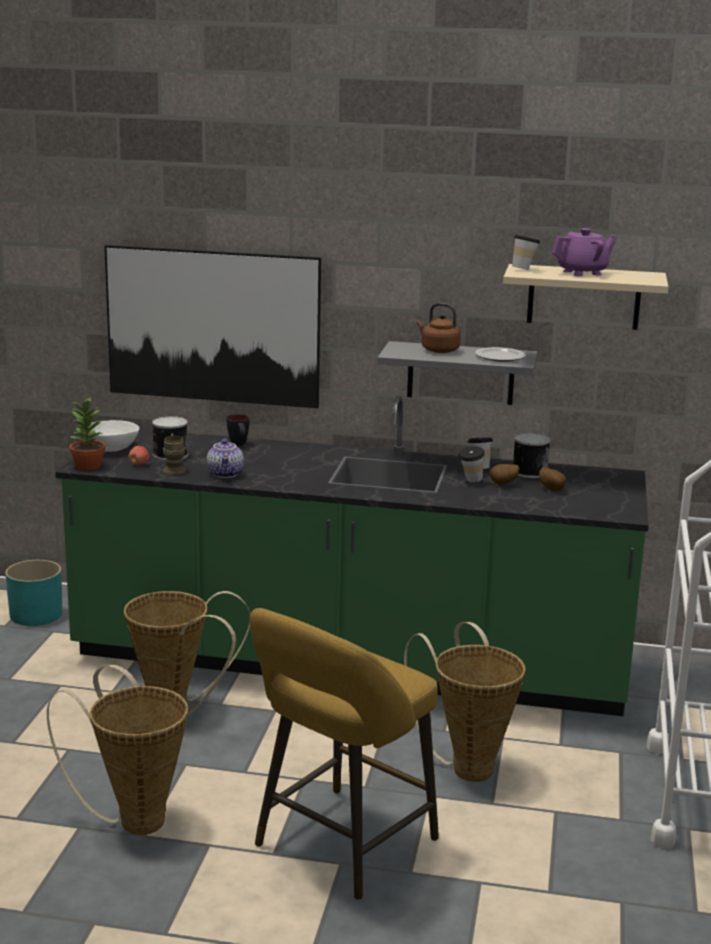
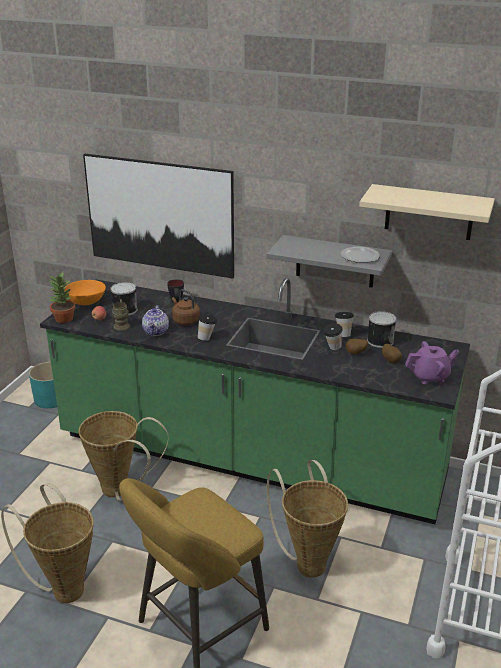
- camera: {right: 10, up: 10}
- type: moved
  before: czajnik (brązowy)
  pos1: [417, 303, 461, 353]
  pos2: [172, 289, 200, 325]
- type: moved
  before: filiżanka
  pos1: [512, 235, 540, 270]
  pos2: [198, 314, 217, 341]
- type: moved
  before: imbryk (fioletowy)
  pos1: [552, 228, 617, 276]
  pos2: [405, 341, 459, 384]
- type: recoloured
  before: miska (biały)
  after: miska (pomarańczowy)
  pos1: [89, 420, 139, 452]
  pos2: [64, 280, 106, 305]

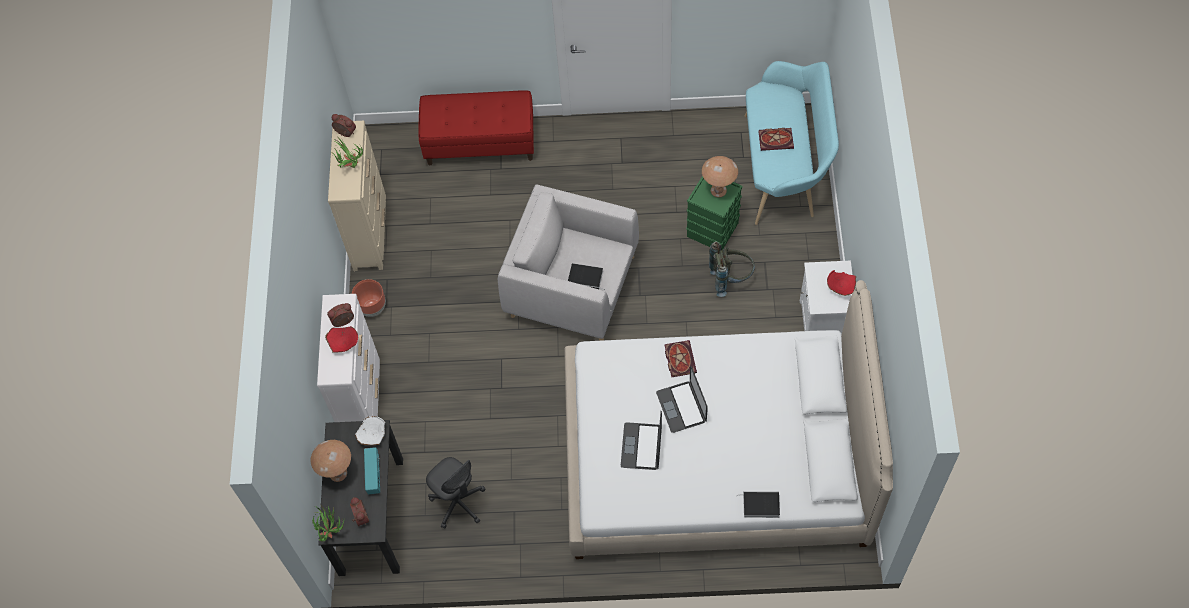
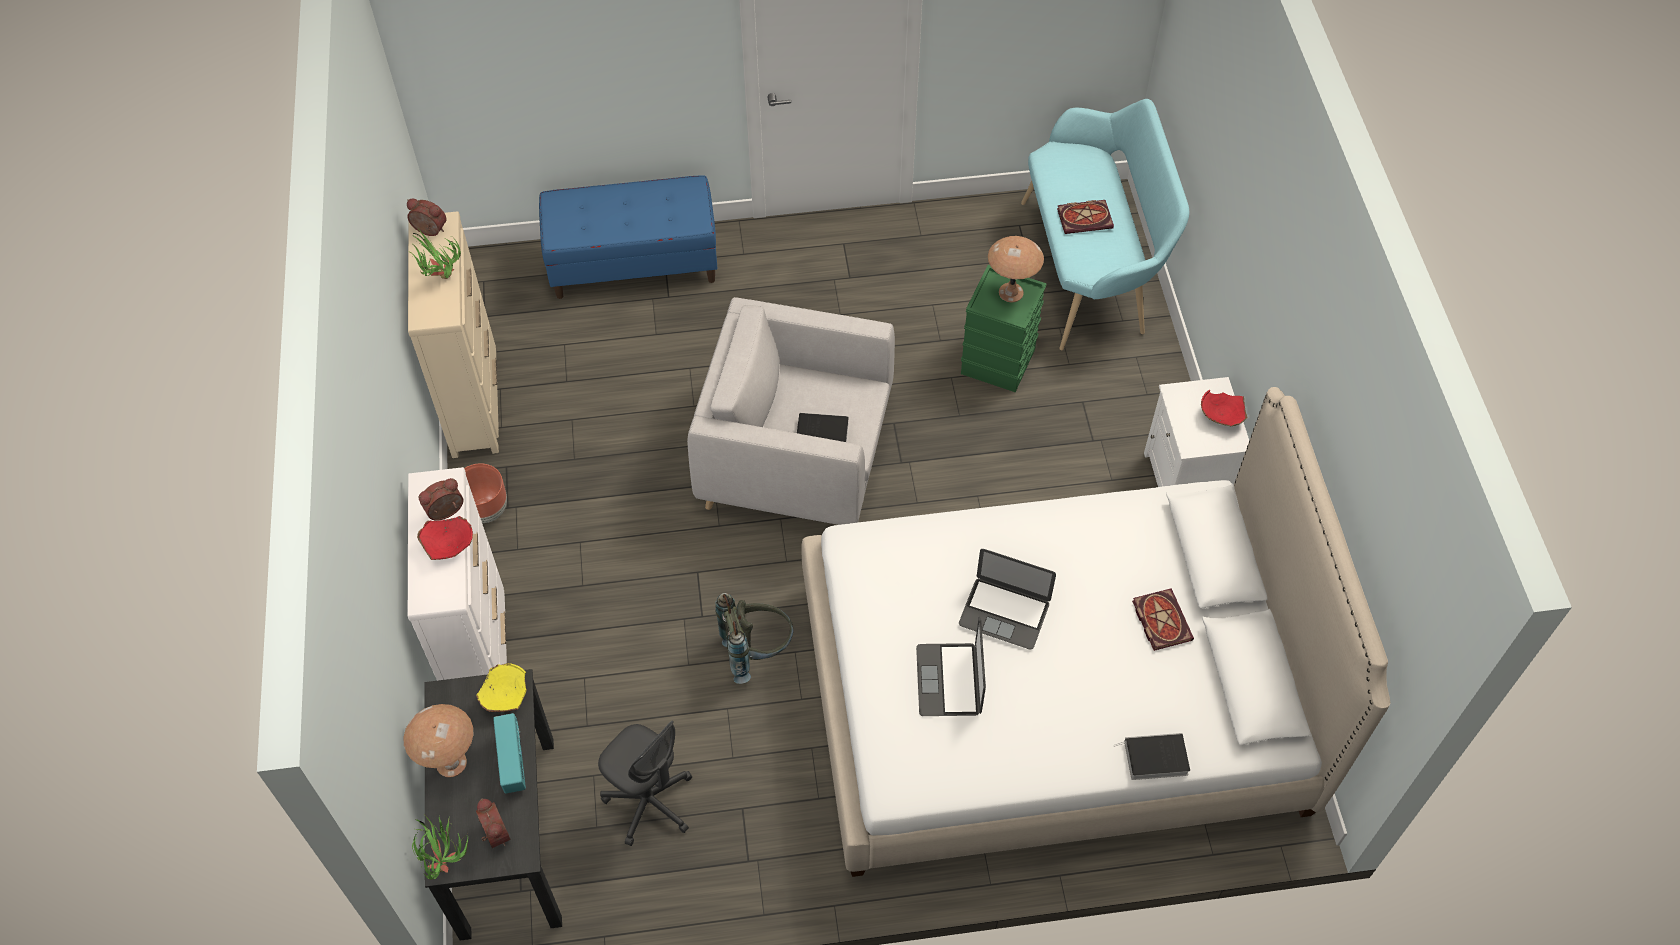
- camera: {right: -10, up: -5}
- type: moved
  before: książka
  pos1: [665, 340, 697, 378]
  pos2: [1132, 589, 1194, 651]
- type: moved
  before: plecak (szary)
  pos1: [709, 242, 755, 297]
  pos2: [715, 593, 794, 684]
- type: recoloured
  before: miska (biały)
  after: miska (żółty)
  pos1: [355, 416, 385, 445]
  pos2: [476, 663, 527, 712]
- type: recoloured
  before: ławka (czerwony)
  after: ławka (niebieski)
  pos1: [418, 91, 534, 165]
  pos2: [539, 175, 718, 299]
- type: turned
  before: laptop
  pos1: [656, 366, 708, 433]
  pos2: [959, 549, 1056, 650]
  turn: -45

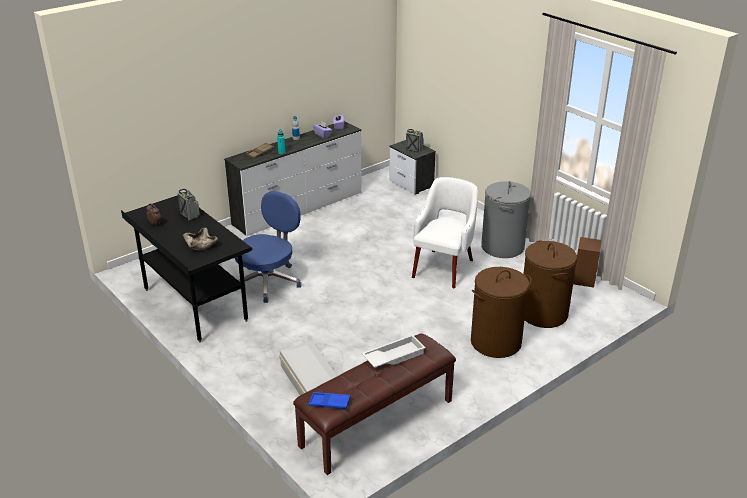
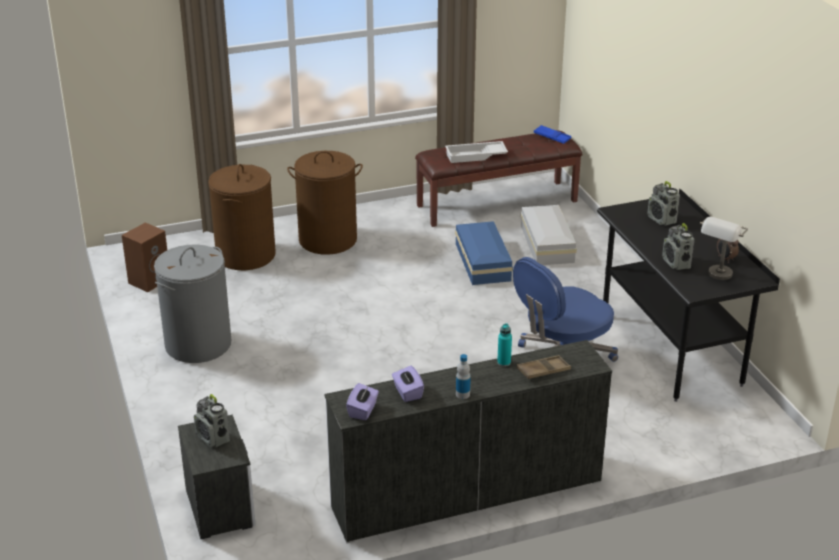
- camera: {right: -160, up: 0}
- type: removed
  before: fotel (biały)
  pos1: [412, 177, 478, 289]
- type: added
  after: pojemnik do przechowywania (niebieski)
  pos2: [455, 221, 513, 285]
- type: added
  after: lampa stołowa (szary)
  pos2: [700, 217, 748, 280]
- type: replaced
  before: miska (beżowy)
  after: radio
  pos1: [183, 228, 218, 250]
  pos2: [647, 181, 680, 226]

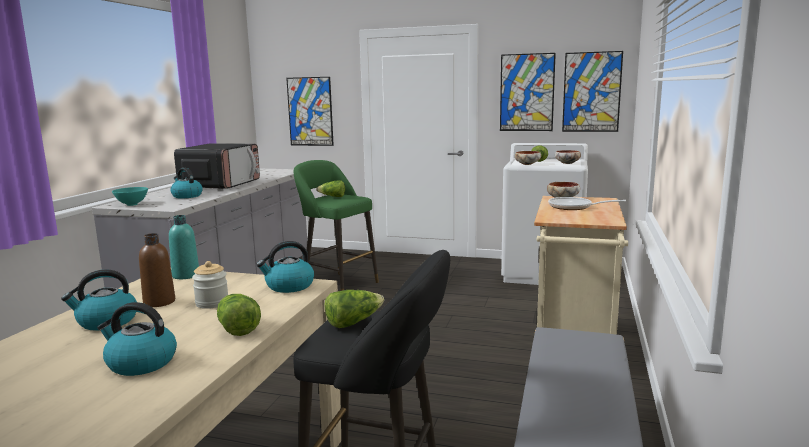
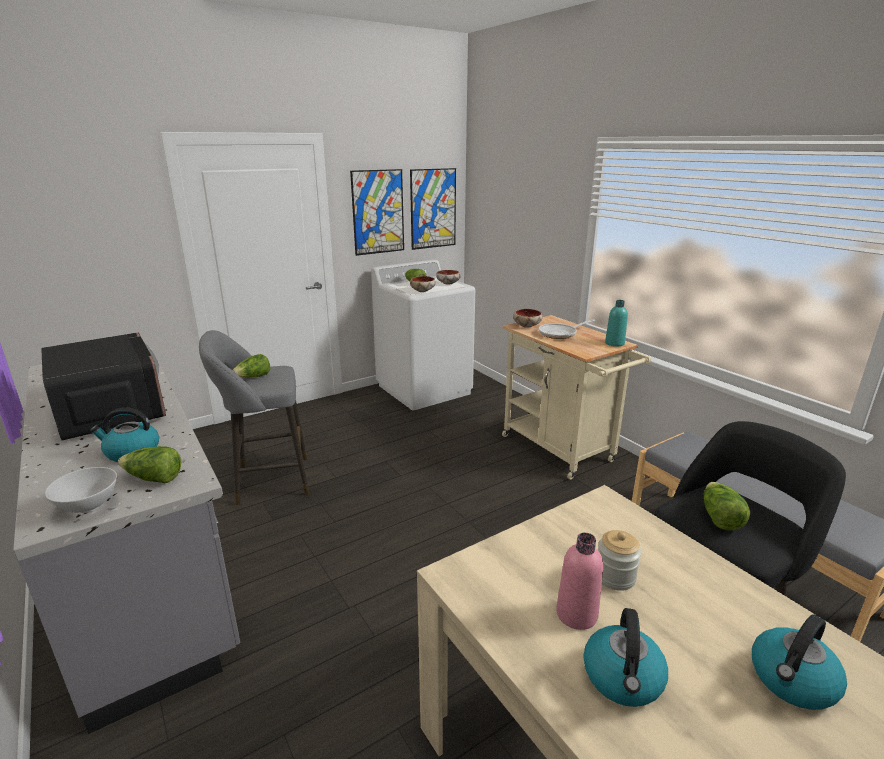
- camera: {right: -50, up: 10}
- type: removed
  before: czajnik
  pos1: [256, 241, 314, 293]
- type: removed
  before: obraz
  pos1: [286, 77, 334, 146]
- type: moved
  before: butelka (turkusowy)
  pos1: [169, 215, 199, 279]
  pos2: [605, 300, 628, 346]
- type: moved
  before: sałata
  pos1: [217, 294, 261, 336]
  pos2: [118, 446, 181, 483]
- type: recoloured
  before: miska (turkusowy)
  after: miska (biały)
  pos1: [112, 187, 148, 206]
  pos2: [45, 467, 117, 513]
- type: recoloured
  before: butelka (brązowy)
  after: butelka (różowy)
  pos1: [139, 233, 175, 307]
  pos2: [556, 533, 603, 630]
- type: recoloured
  before: stołek (zielony)
  after: stołek (szary)
  pos1: [294, 160, 379, 291]
  pos2: [199, 330, 309, 505]

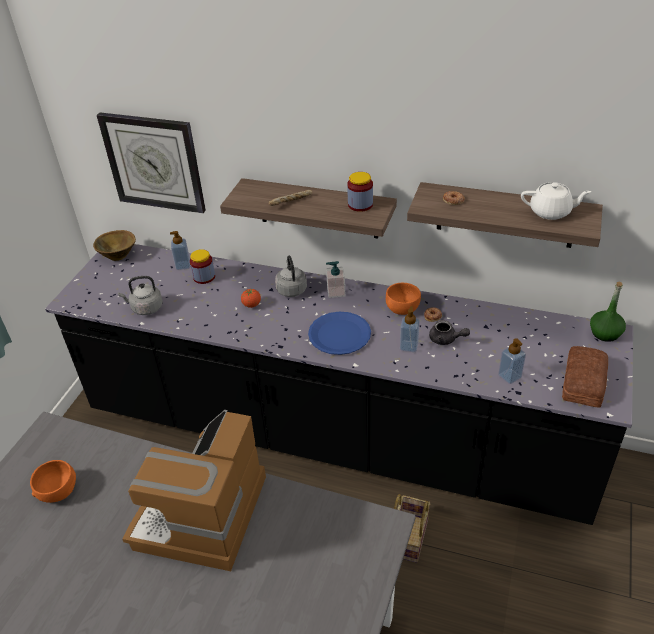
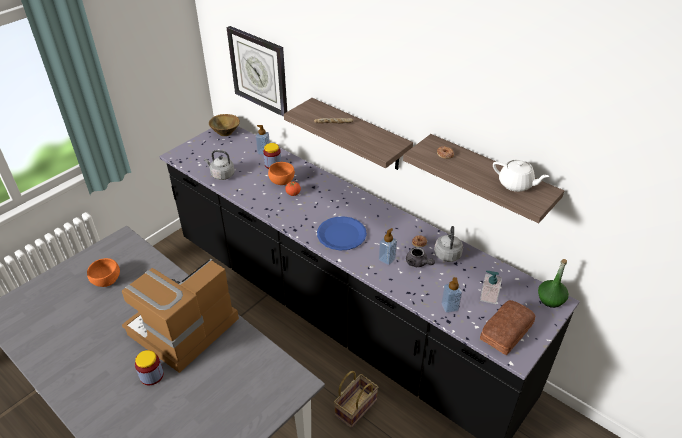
- camera: {right: 20, up: 0}
- type: moved
  before: czajnik (szary)
  pos1: [275, 256, 307, 297]
  pos2: [434, 226, 463, 262]
- type: moved
  before: dozownik mydła
  pos1: [326, 261, 346, 298]
  pos2: [480, 271, 502, 304]
- type: moved
  before: słoik
  pos1: [347, 172, 373, 212]
  pos2: [135, 350, 164, 385]
- type: moved
  before: miska (pomarańczowy)
  pos1: [386, 283, 421, 315]
  pos2: [268, 162, 295, 185]

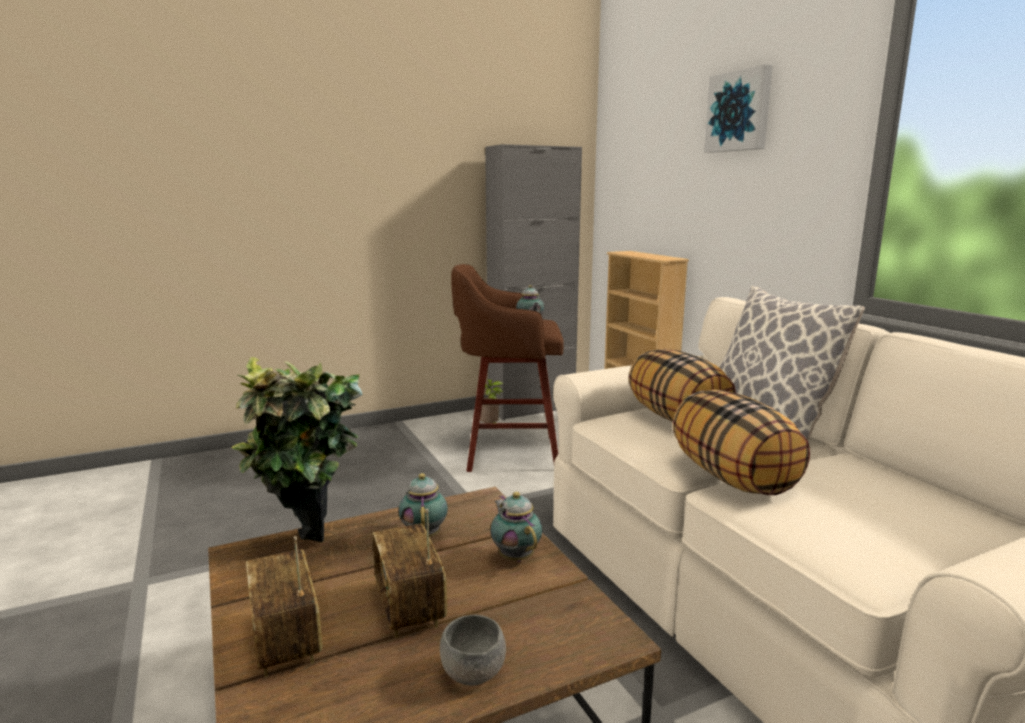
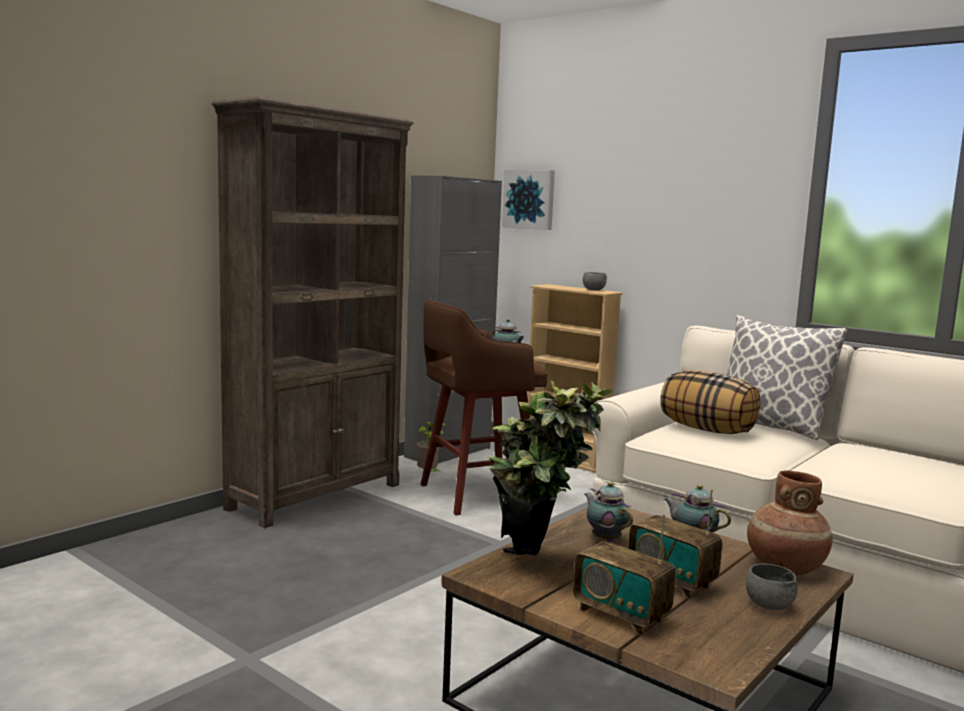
- camera: {right: -25, up: -5}
- type: removed
  before: poduszka
  pos1: [673, 390, 810, 495]
- type: added
  after: regał (brązowy)
  pos2: [212, 96, 414, 528]
- type: added
  after: miska (szary)
  pos2: [583, 272, 607, 290]
- type: added
  after: wazon (brązowy)
  pos2: [747, 470, 832, 575]
- type: moved
  before: obraz
  pos1: [704, 64, 773, 153]
  pos2: [502, 170, 555, 230]

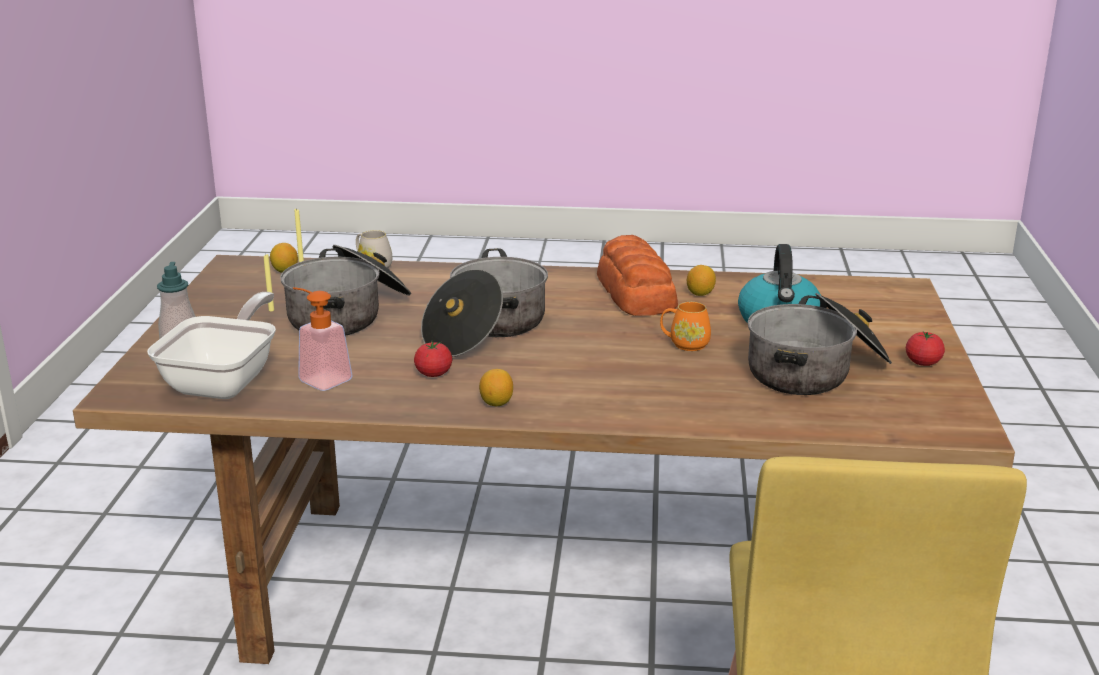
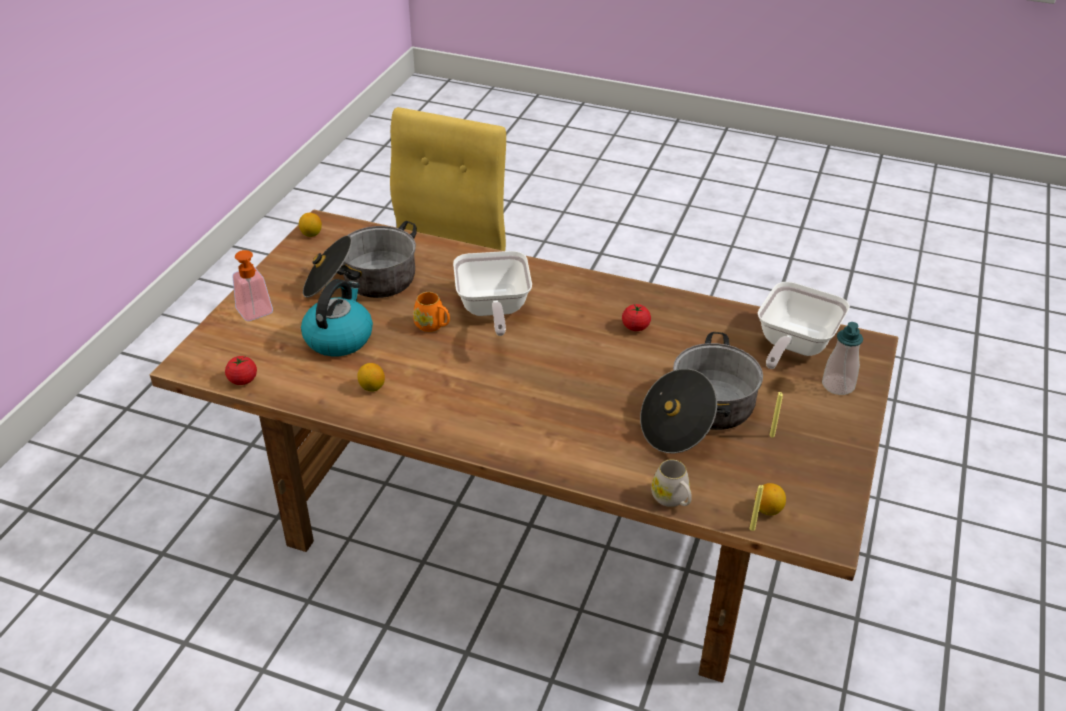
- camera: {right: -165, up: 15}
- type: removed
  before: garnek
  pos1: [421, 248, 548, 357]
- type: removed
  before: chleb
  pos1: [597, 235, 678, 316]
- type: added
  after: patelnia
  pos2: [453, 251, 532, 336]
- type: moved
  before: dozownik mydła
  pos1: [293, 287, 353, 391]
  pos2: [233, 250, 273, 321]
- type: moved
  before: cytryna
  pos1: [479, 369, 513, 406]
  pos2: [299, 213, 322, 237]
- type: moved
  before: pomidor
  pos1: [906, 332, 945, 366]
  pos2: [225, 356, 257, 385]

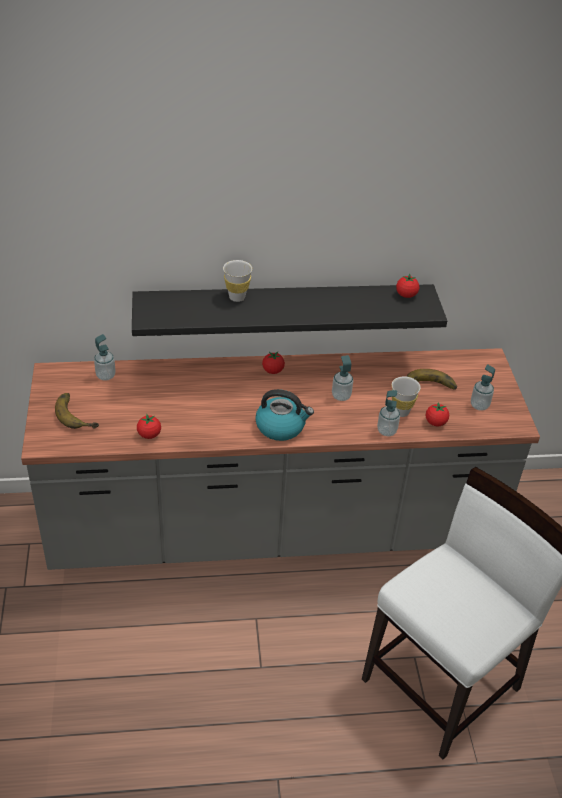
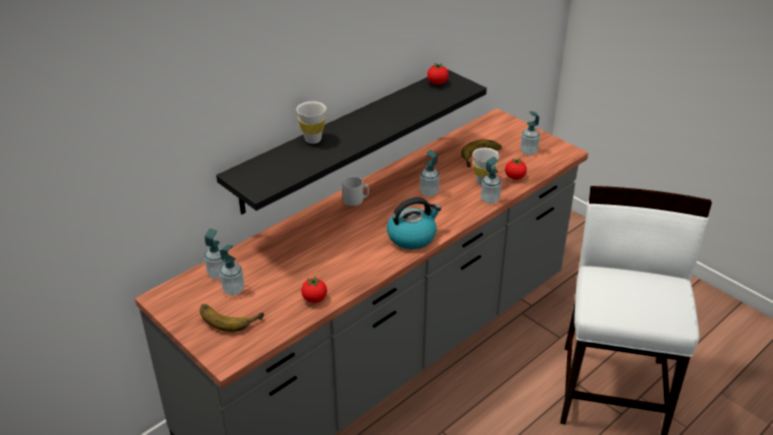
- camera: {right: -35, up: -5}
- type: added
  after: dozownik mydła
  pos2: [220, 245, 244, 295]
- type: replaced
  before: pomidor
  after: kubek (szary)
  pos1: [262, 352, 285, 374]
  pos2: [342, 177, 369, 206]

